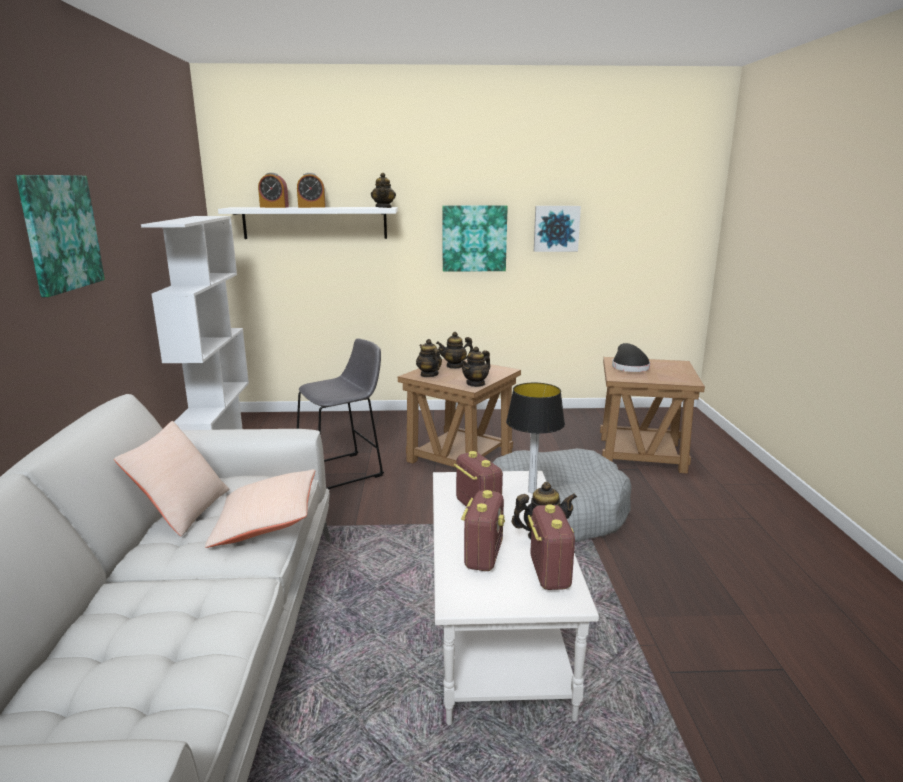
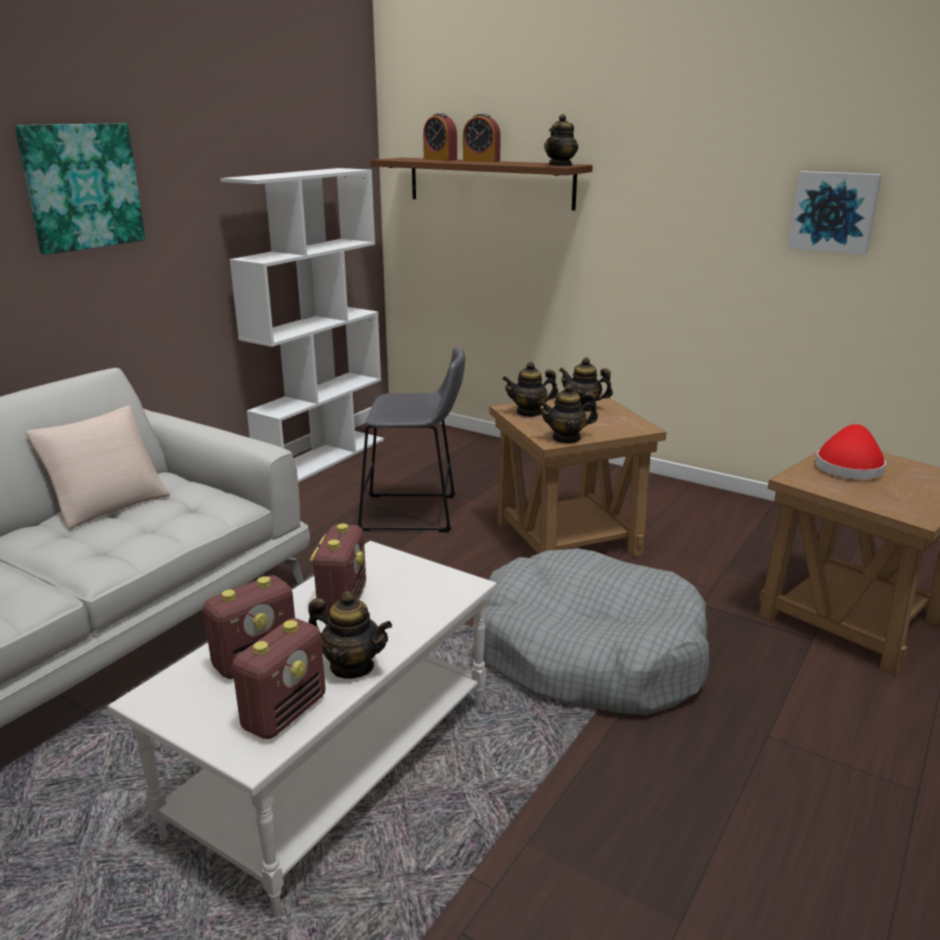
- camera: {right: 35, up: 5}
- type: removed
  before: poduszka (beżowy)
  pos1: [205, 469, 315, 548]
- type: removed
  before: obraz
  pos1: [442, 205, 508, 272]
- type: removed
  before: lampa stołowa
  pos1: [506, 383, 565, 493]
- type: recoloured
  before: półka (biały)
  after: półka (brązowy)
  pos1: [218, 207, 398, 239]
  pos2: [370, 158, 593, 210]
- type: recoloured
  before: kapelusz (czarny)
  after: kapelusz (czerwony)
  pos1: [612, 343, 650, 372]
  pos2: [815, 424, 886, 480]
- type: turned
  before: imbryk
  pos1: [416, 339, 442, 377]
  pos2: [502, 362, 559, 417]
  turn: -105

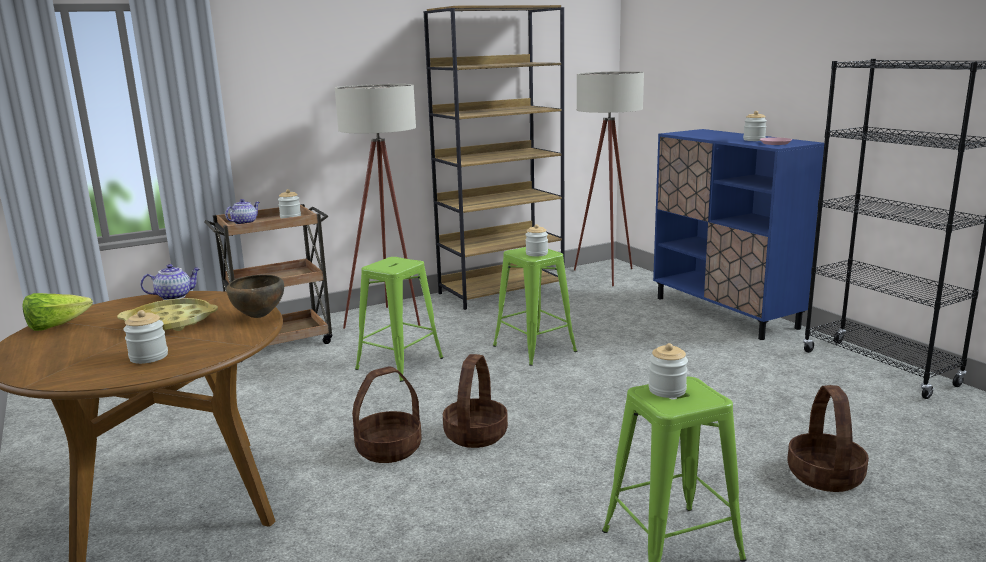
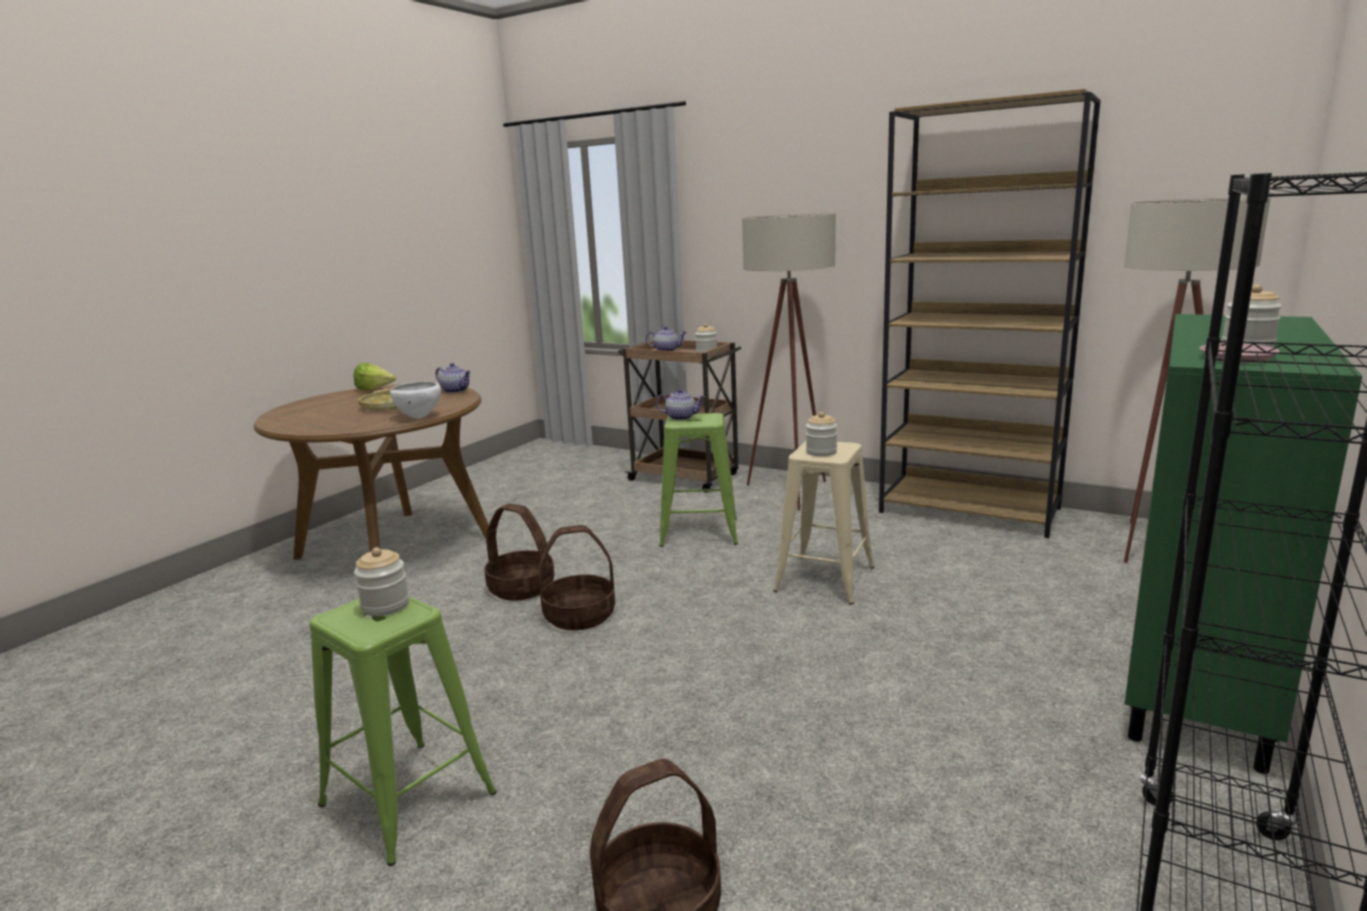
- camera: {right: 60, up: 0}
- type: removed
  before: słoik
  pos1: [123, 310, 168, 364]
- type: added
  after: imbryk
  pos2: [656, 389, 705, 420]
- type: recoloured
  before: miska (brązowy)
  after: miska (biały)
  pos1: [226, 275, 284, 318]
  pos2: [390, 382, 441, 418]
- type: recoloured
  before: stołek (zielony)
  after: stołek (beżowy)
  pos1: [493, 247, 577, 366]
  pos2: [773, 441, 874, 605]
- type: recoloured
  before: szafka (niebieski)
  after: szafka (zielony)
  pos1: [653, 129, 824, 340]
  pos2: [1125, 314, 1362, 774]

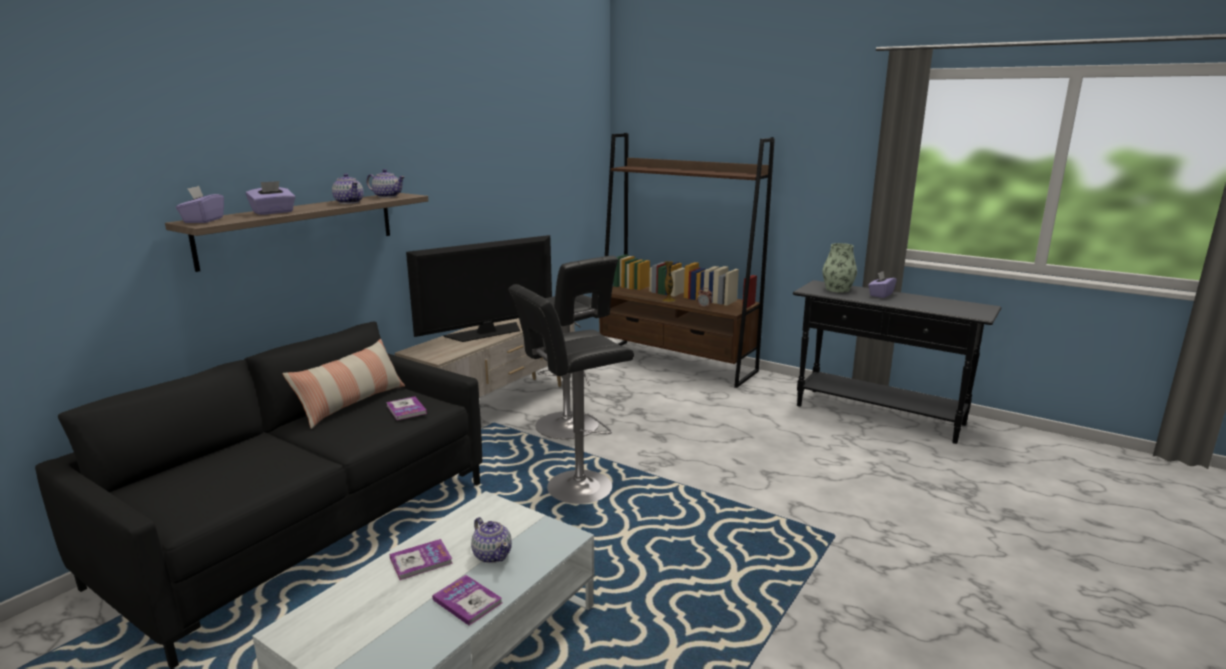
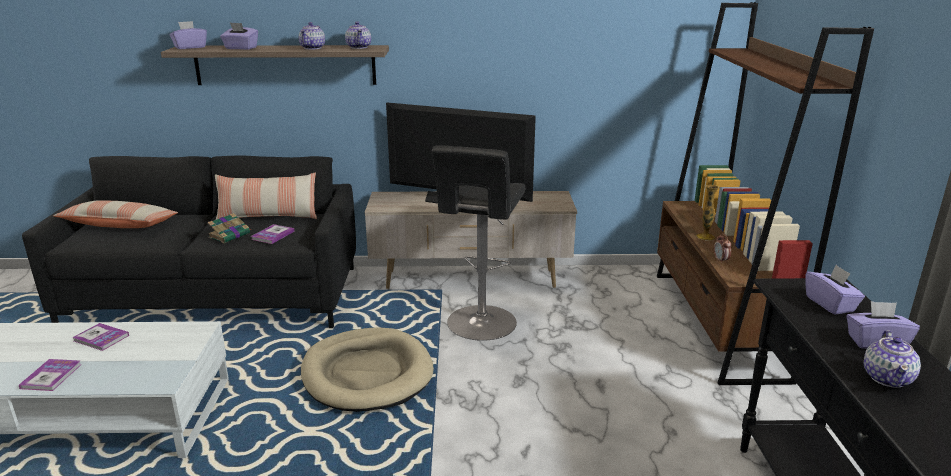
- camera: {right: 55, up: 5}
- type: added
  after: poduszka
  pos2: [53, 201, 178, 228]
- type: added
  after: książka
  pos2: [207, 213, 251, 243]
- type: moved
  before: imbryk
  pos1: [471, 517, 512, 563]
  pos2: [864, 330, 921, 388]
- type: replaced
  before: stołek (czarny)
  after: legowisko (beżowy)
  pos1: [508, 284, 634, 504]
  pos2: [301, 327, 434, 412]
- type: replaced
  before: wazon
  after: pudełko chusteczek (fioletowy)
  pos1: [823, 243, 857, 293]
  pos2: [805, 265, 865, 315]

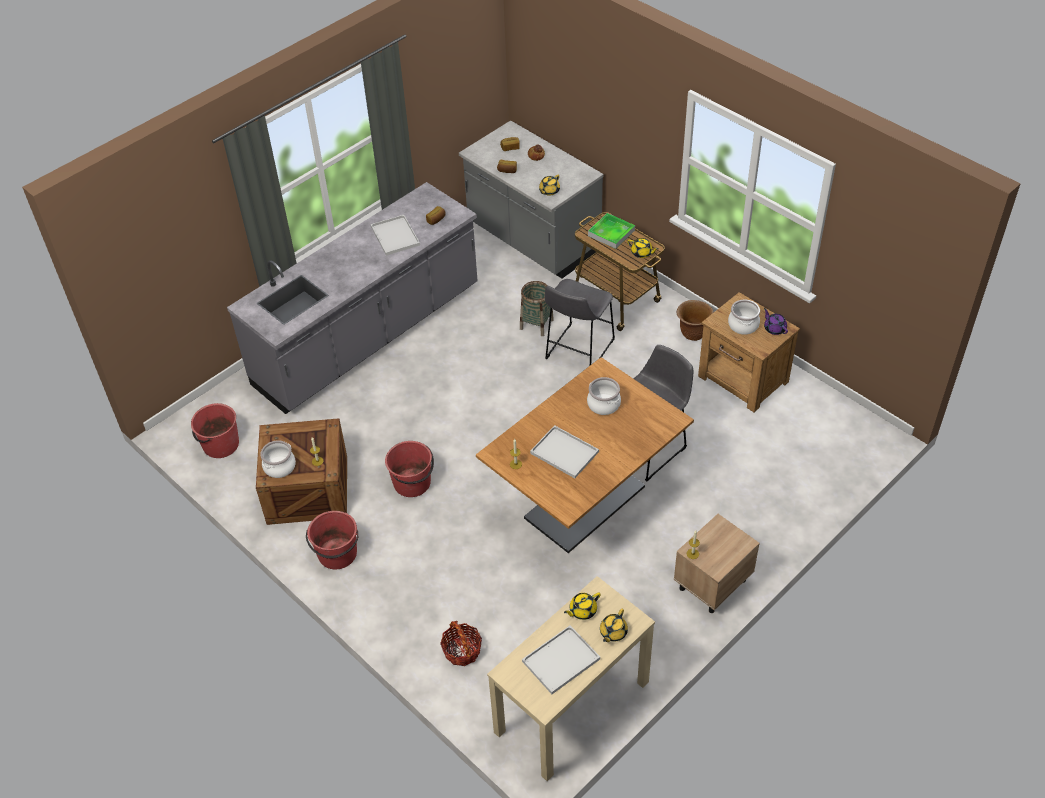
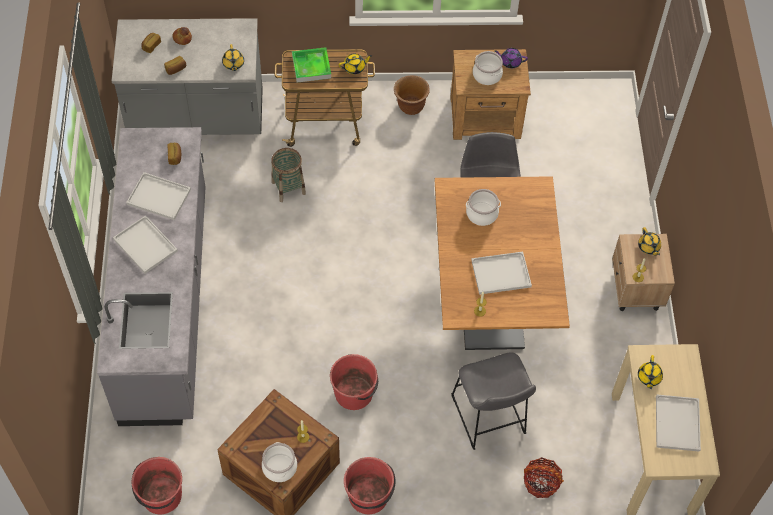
- camera: {right: -50, up: 10}
- type: added
  after: taca (biały)
  pos2: [113, 216, 178, 274]
- type: moved
  before: stołek (szary)
  pos1: [545, 279, 615, 365]
  pos2: [451, 352, 536, 450]
- type: moved
  before: imbryk (żółty)
  pos1: [600, 609, 628, 642]
  pos2: [638, 227, 661, 255]

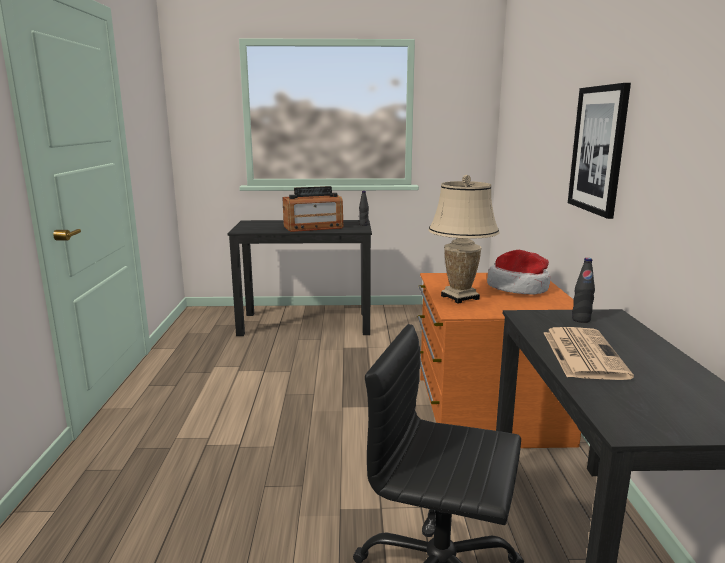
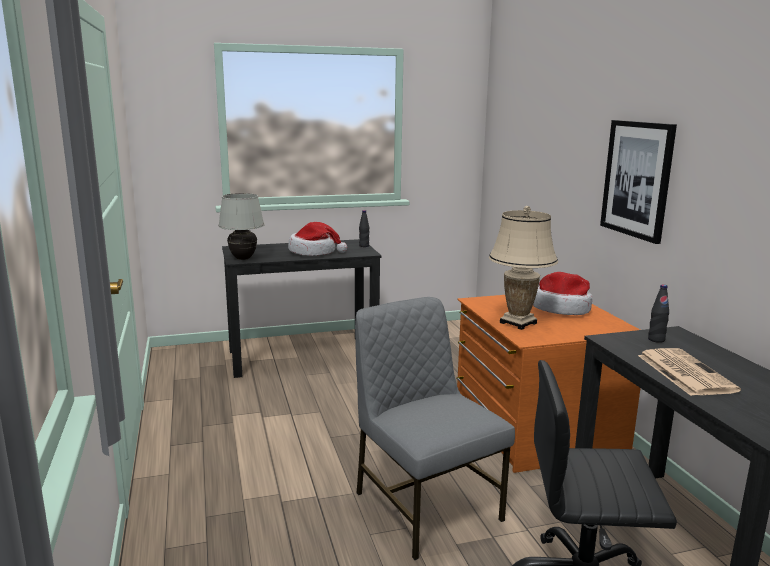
- camera: {right: -15, up: 0}
- type: added
  after: lampa stołowa (biały)
  pos2: [218, 193, 264, 260]
- type: added
  after: krzesło (szary)
  pos2: [355, 297, 515, 560]
- type: replaced
  before: radio
  after: kapelusz
  pos1: [282, 186, 343, 232]
  pos2: [288, 222, 347, 256]

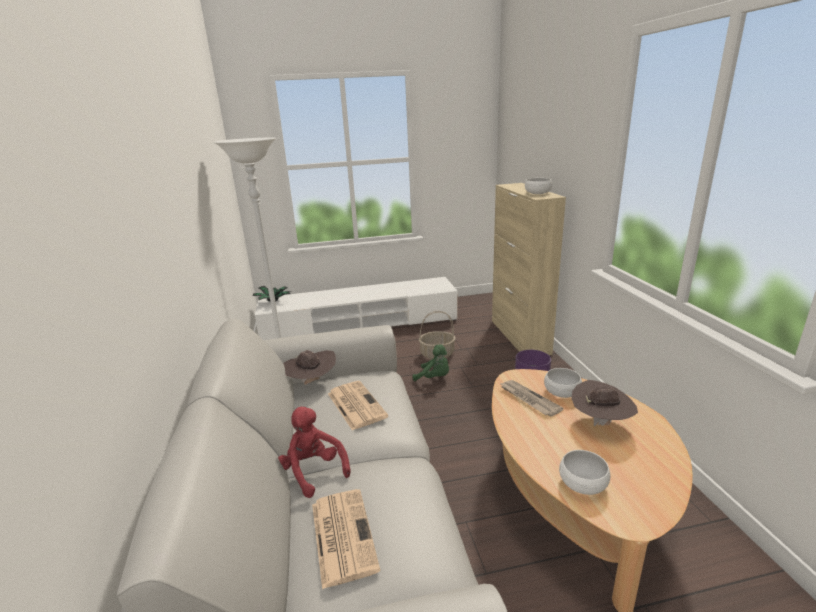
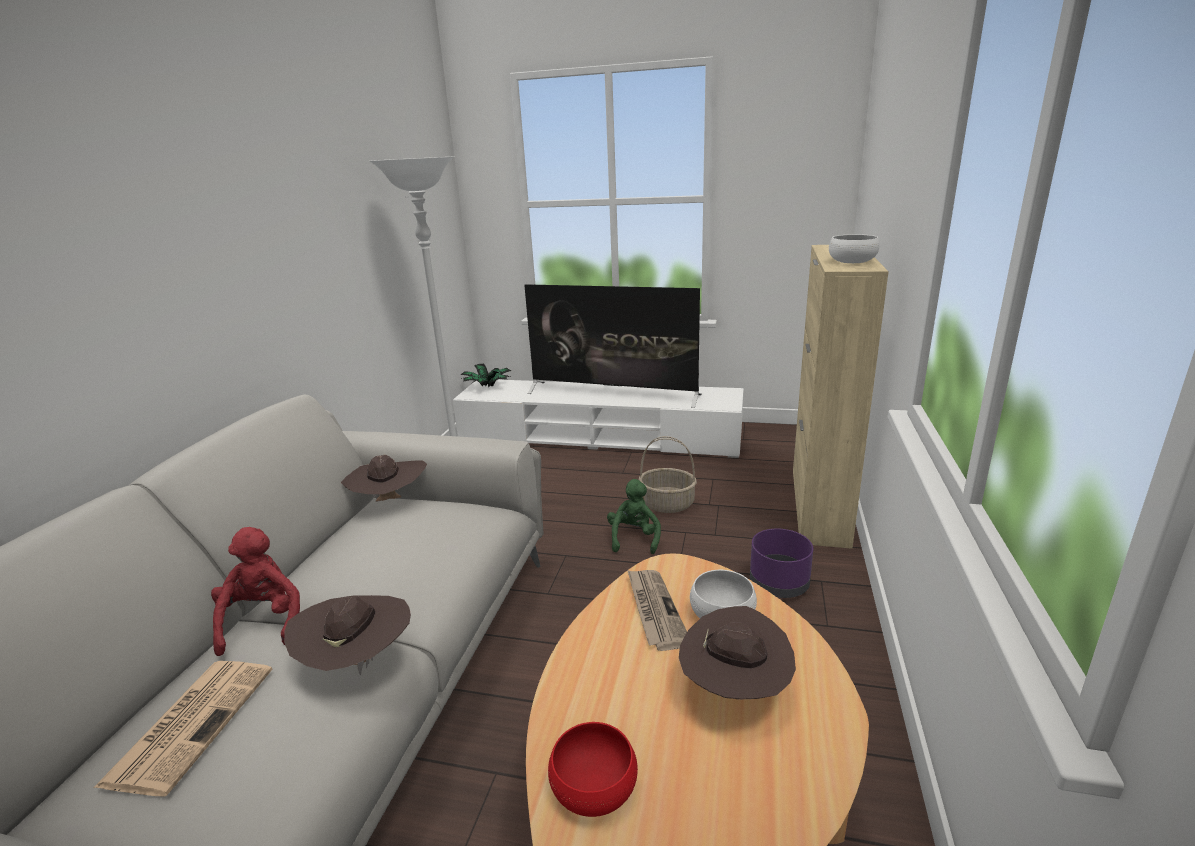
- camera: {right: 25, up: 0}
- type: removed
  before: gazeta
  pos1: [328, 381, 388, 431]
- type: added
  after: kapelusz (brązowy)
  pos2: [284, 595, 411, 675]
- type: added
  after: telewizor
  pos2: [524, 284, 702, 408]
- type: recoloured
  before: miska (biały)
  after: miska (czerwony)
  pos1: [559, 450, 610, 495]
  pos2: [548, 722, 638, 817]
- type: turned
  before: pluszak (zielony)
  pos1: [412, 344, 449, 381]
  pos2: [607, 479, 661, 554]
  turn: -135

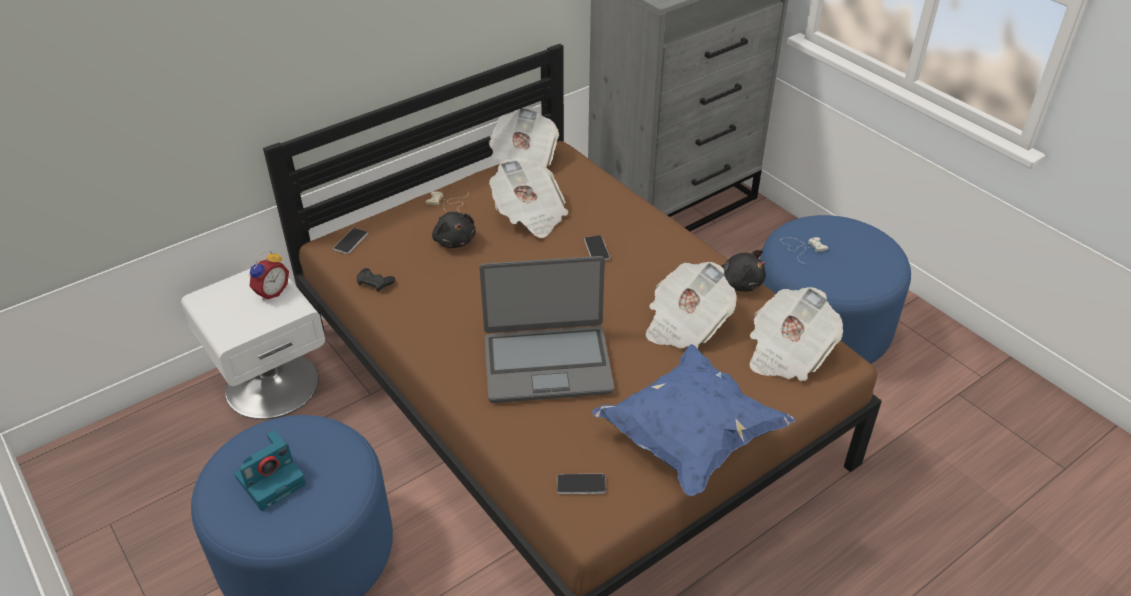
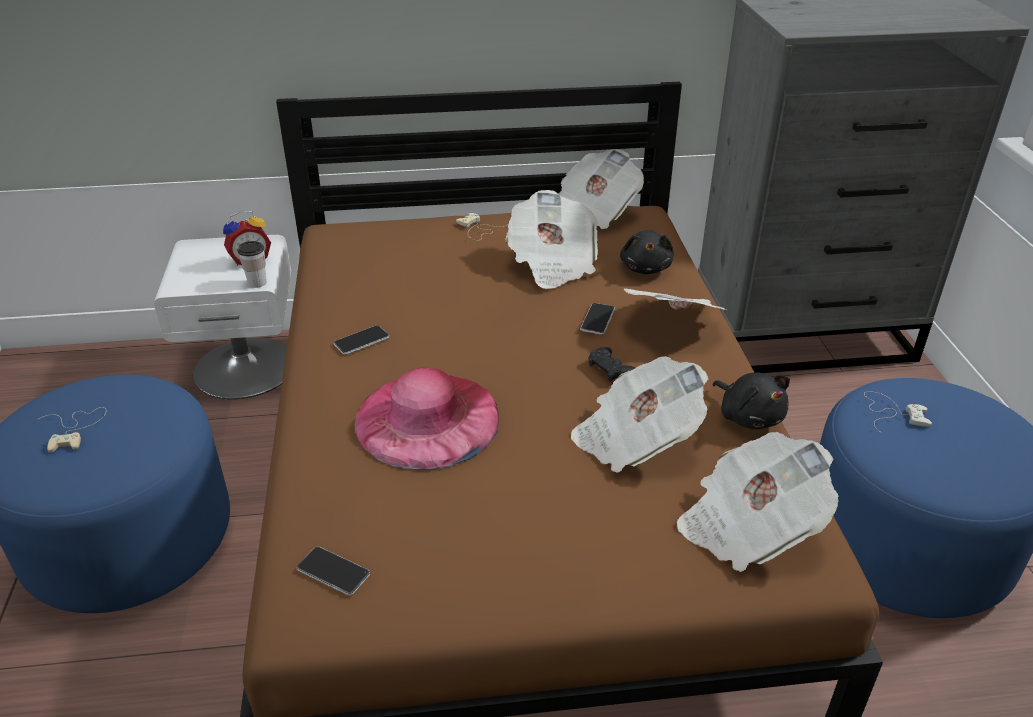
- camera: {right: 30, up: -5}
- type: removed
  before: poduszka (niebieski)
  pos1: [592, 344, 796, 496]
- type: added
  after: filiżanka
  pos2: [237, 241, 267, 288]
- type: added
  after: gazeta
  pos2: [624, 288, 729, 311]
- type: moved
  before: telefon
  pos1: [333, 228, 368, 254]
  pos2: [334, 325, 389, 355]
- type: moved
  before: pad do gier (czarny)
  pos1: [357, 268, 395, 292]
  pos2: [588, 347, 635, 381]
- type: moved
  before: pluszak (czarny)
  pos1: [432, 212, 476, 248]
  pos2: [620, 230, 674, 274]
- type: replaced
  before: aparat fotograficzny
  after: pad do gier (beżowy)
  pos1: [234, 430, 306, 511]
  pos2: [37, 407, 106, 453]
- type: replaced
  before: laptop
  after: kapelusz (różowy)
  pos1: [480, 256, 614, 403]
  pos2: [355, 368, 499, 469]

